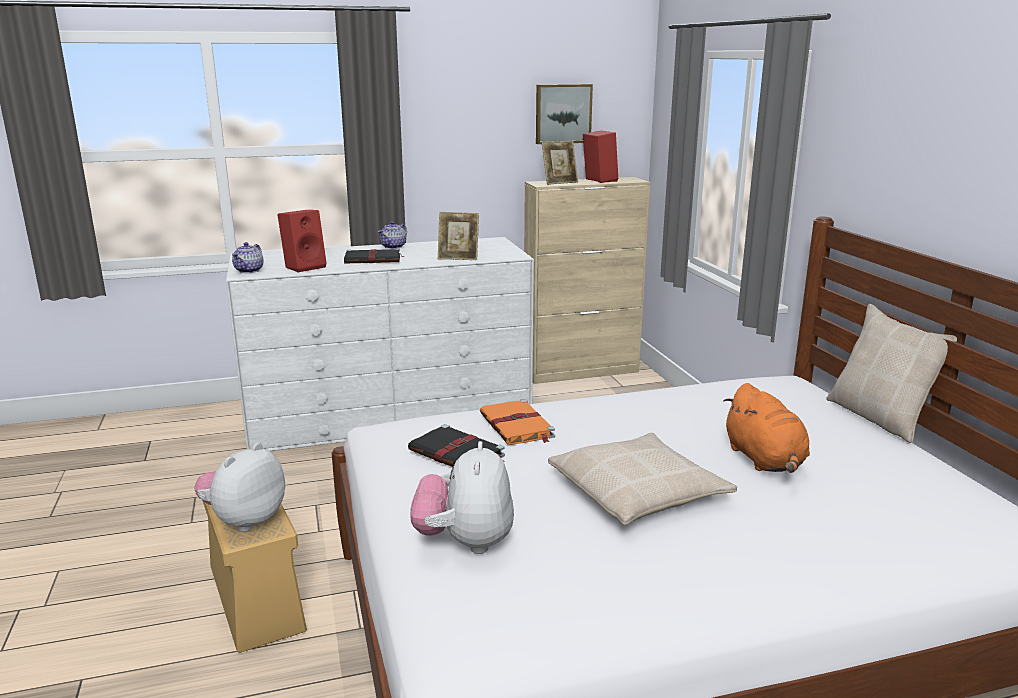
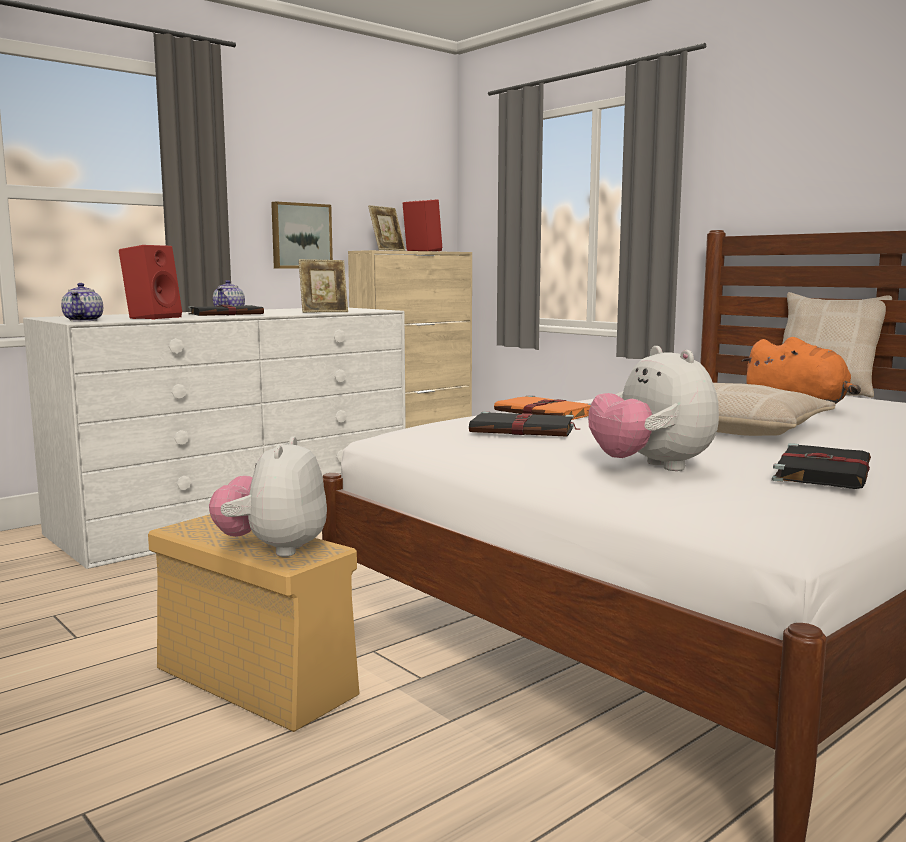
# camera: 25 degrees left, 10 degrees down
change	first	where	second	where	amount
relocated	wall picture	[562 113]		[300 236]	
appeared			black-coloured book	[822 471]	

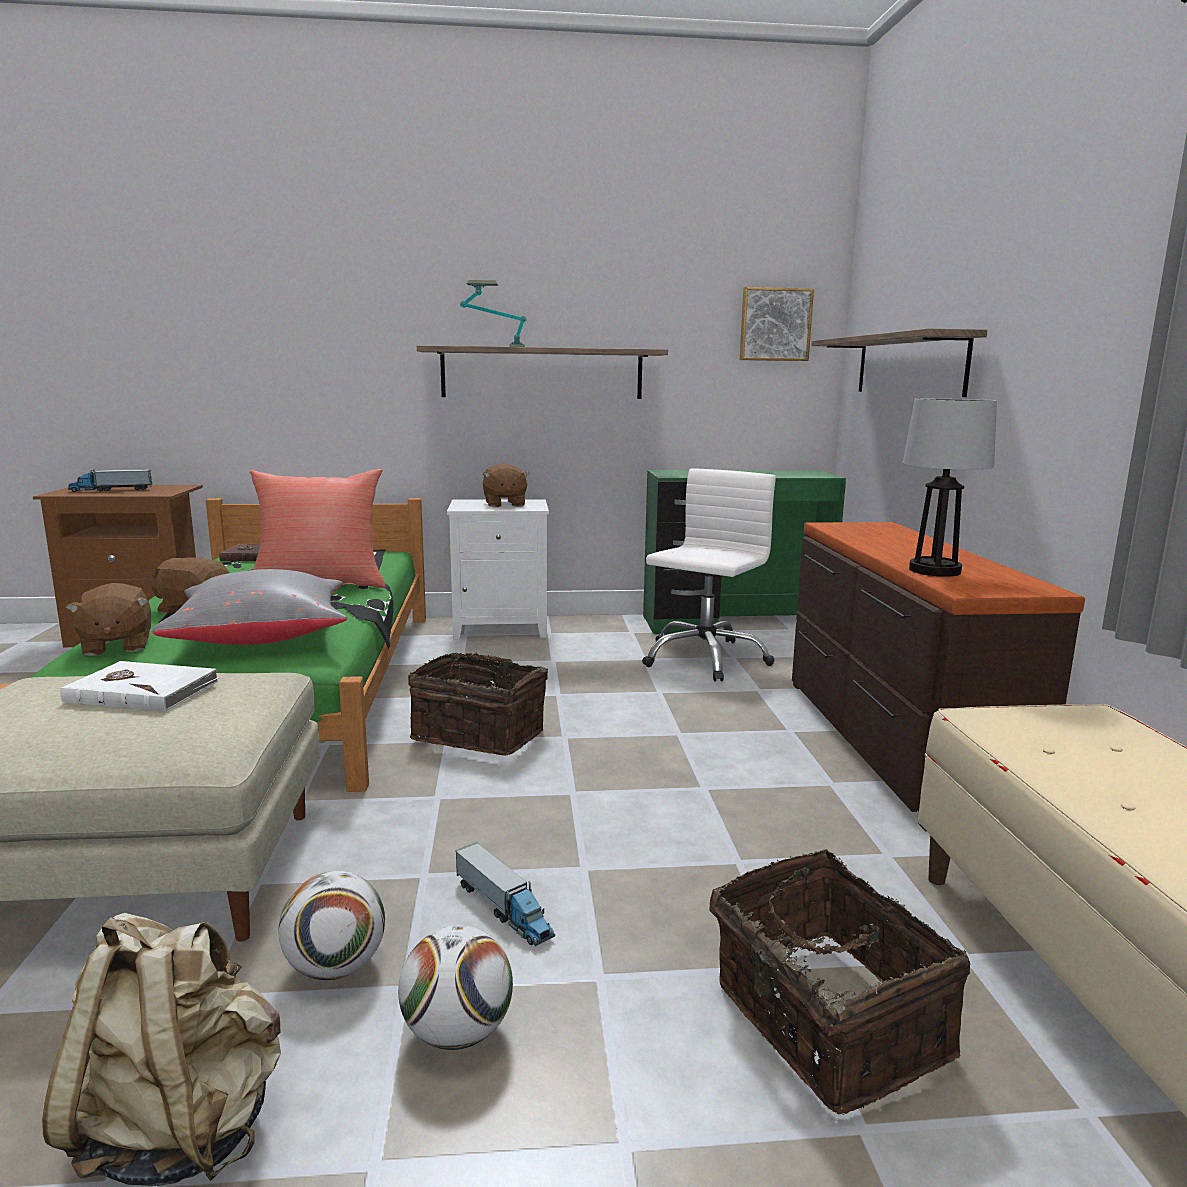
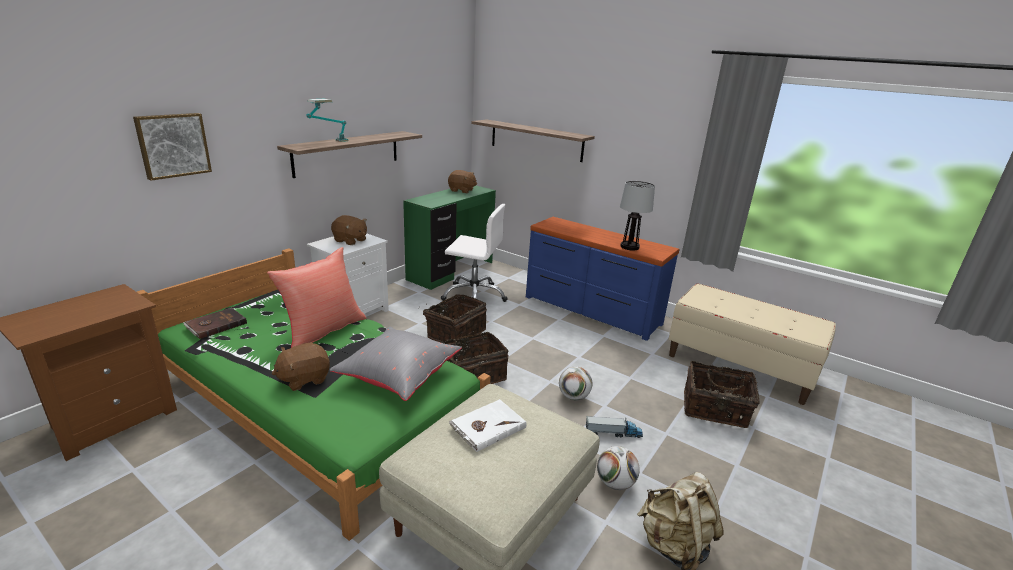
# camera: 50 degrees left, 10 degrees up
change	first	where	second	where	amount
relocated	brownish plush toy	[116 646]		[462 190]	
missing	model truck	[111 490]			
relocated	football ball	[457 1033]		[573 397]	
spun	white-coloured computer chair	[704 658]		[474 296]	120 degrees clockwise
relocated	wall picture	[775 324]		[173 145]	
colour	brownish drawer chest	[892 743]	bluish drawer chest	[591 311]	
appeared			storage basket	[455 333]	

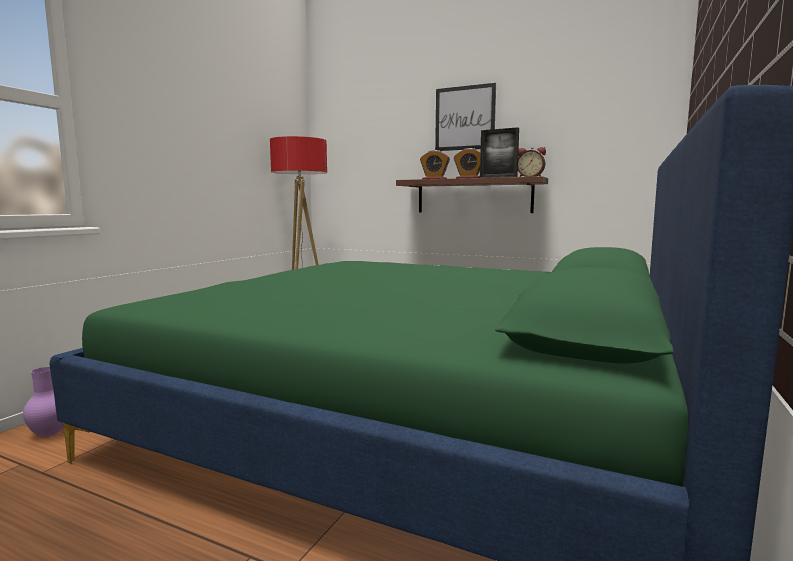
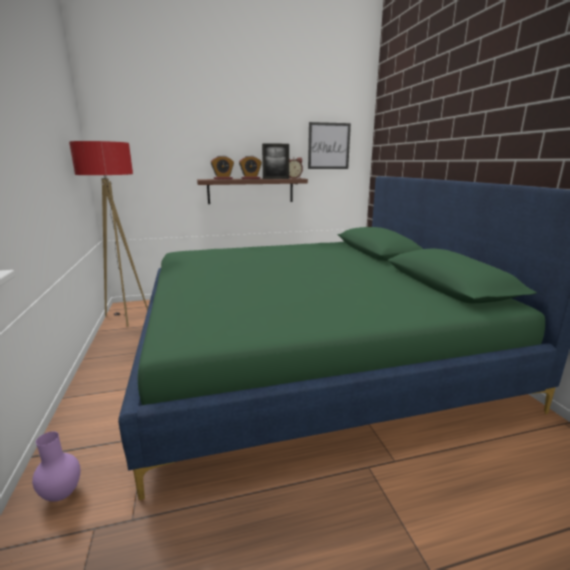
# camera: 40 degrees left, 10 degrees up
change	first	where	second	where	amount
relocated	wall picture	[465 118]		[328 146]	

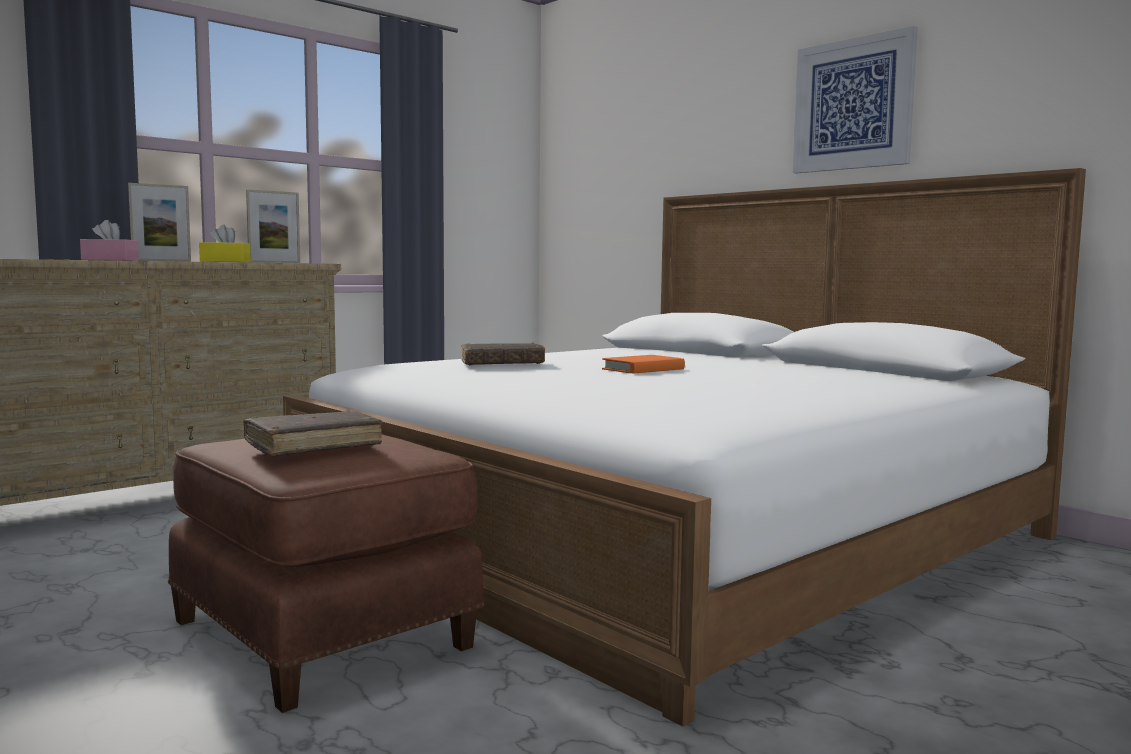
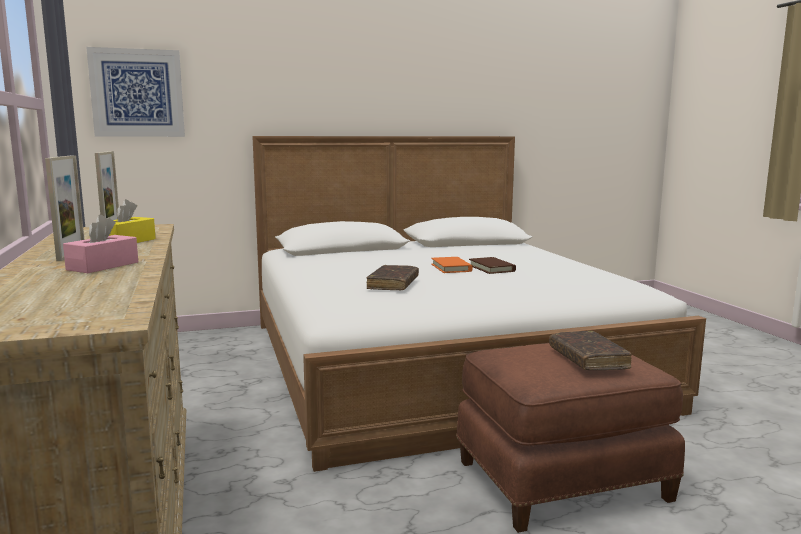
# camera: 65 degrees left, 5 degrees up
change	first	where	second	where	amount
relocated	wall picture	[853 104]		[137 93]	
appeared			brownish book	[491 268]	

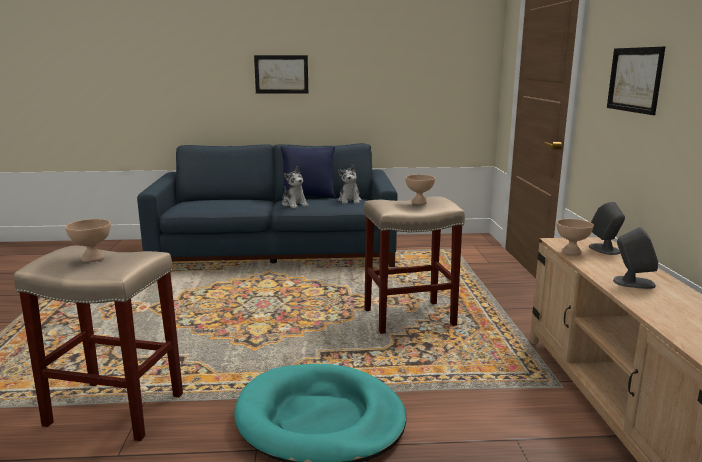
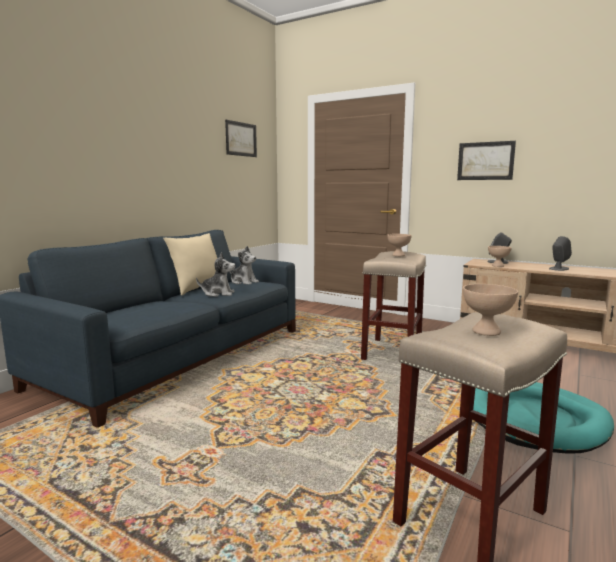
# camera: 55 degrees left, 5 degrees down
change	first	where	second	where	amount
relocated	wall picture	[281 74]		[241 139]	
colour	bluish pillow	[308 197]	beige-coloured pillow	[197 289]	

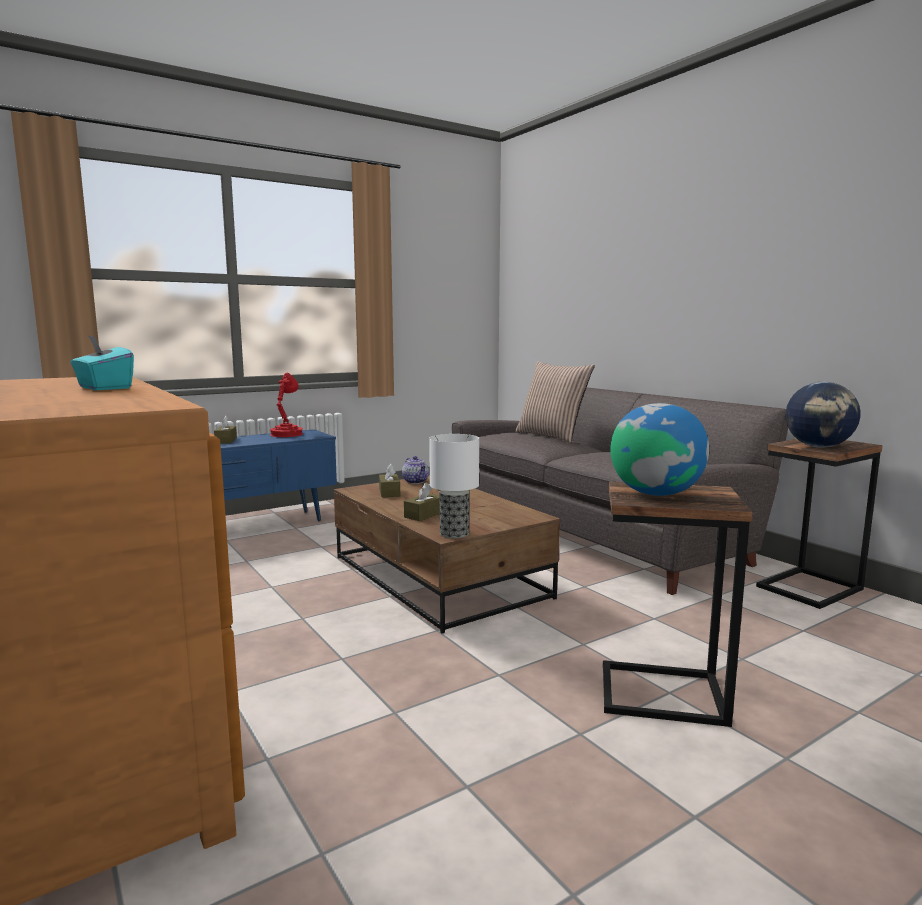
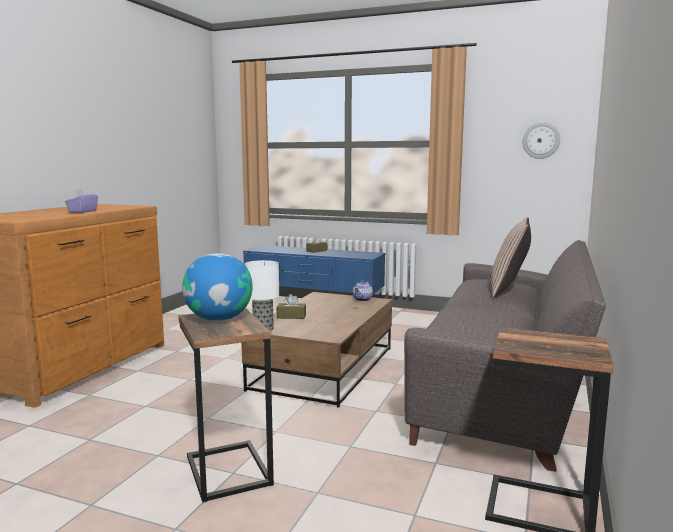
# camera: 55 degrees right, 0 degrees up
change	first	where	second	where	amount
colour	turquoise tissue box	[104 388]	purple-coloured tissue box	[82 211]	
missing	red-coloured tabletop lamp	[287 434]			
missing	brownish tissue box	[389 492]			
missing	world globe	[819 447]			
appeared			clock on the wall	[541 140]	

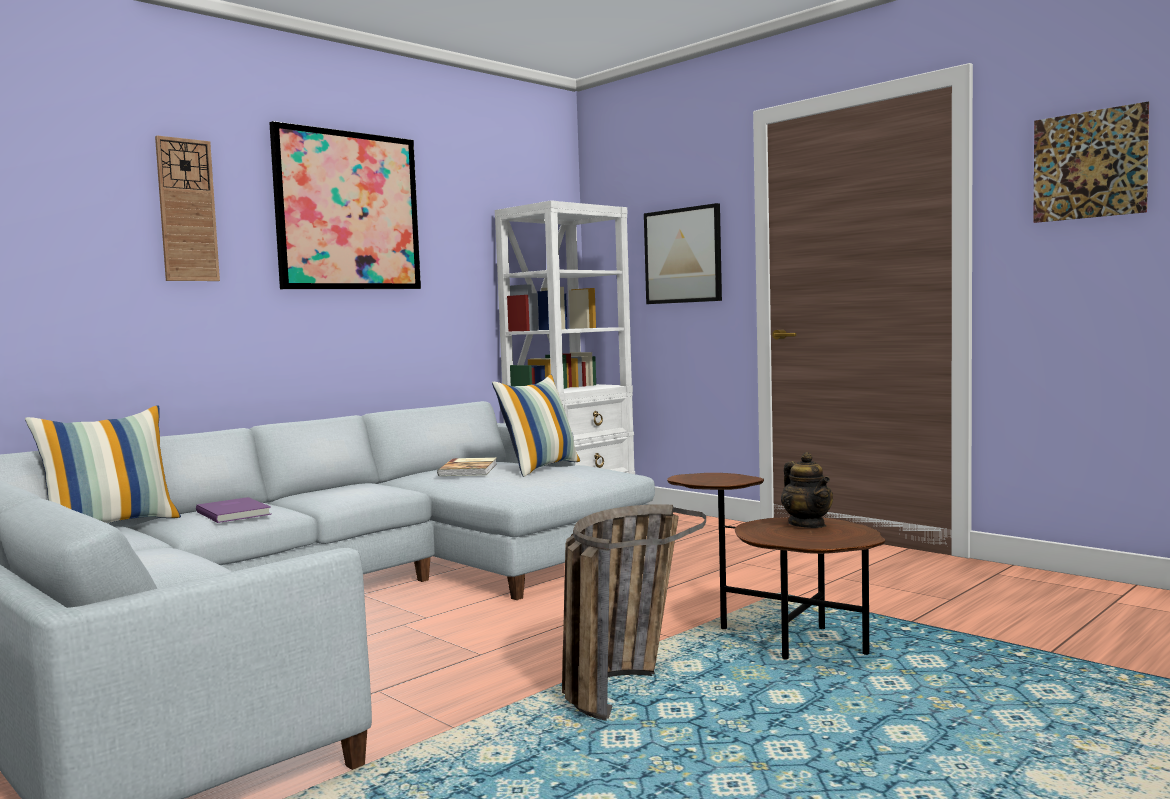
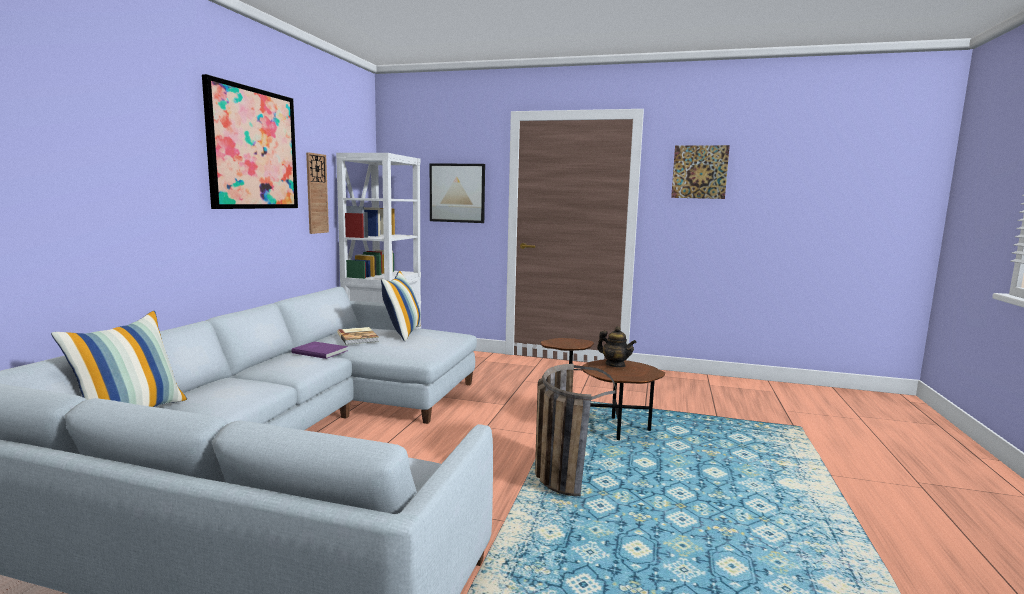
# camera: 30 degrees left, 5 degrees up
change	first	where	second	where	amount
relocated	clock on the wall	[187 210]		[316 193]	
relocated	purple-coloured book	[235 512]		[320 351]	

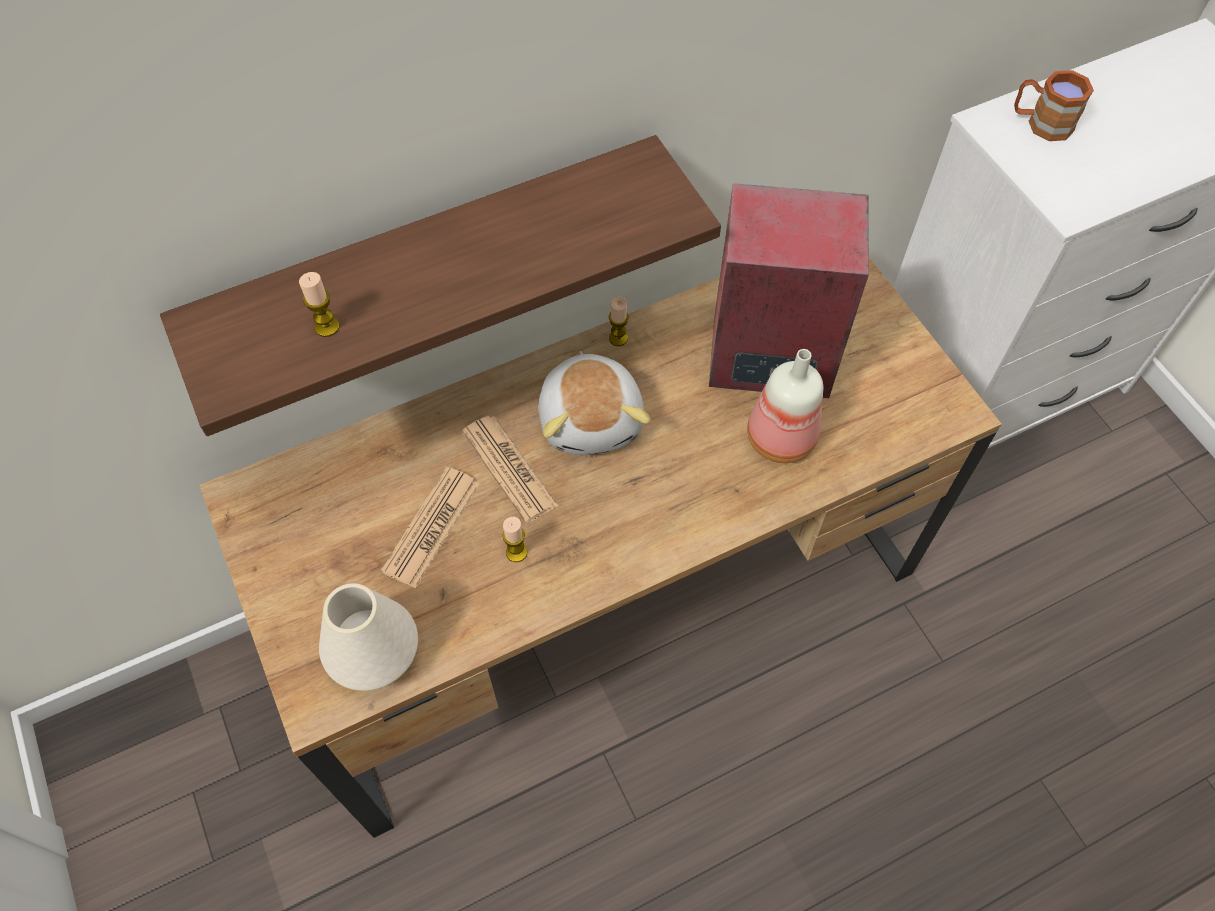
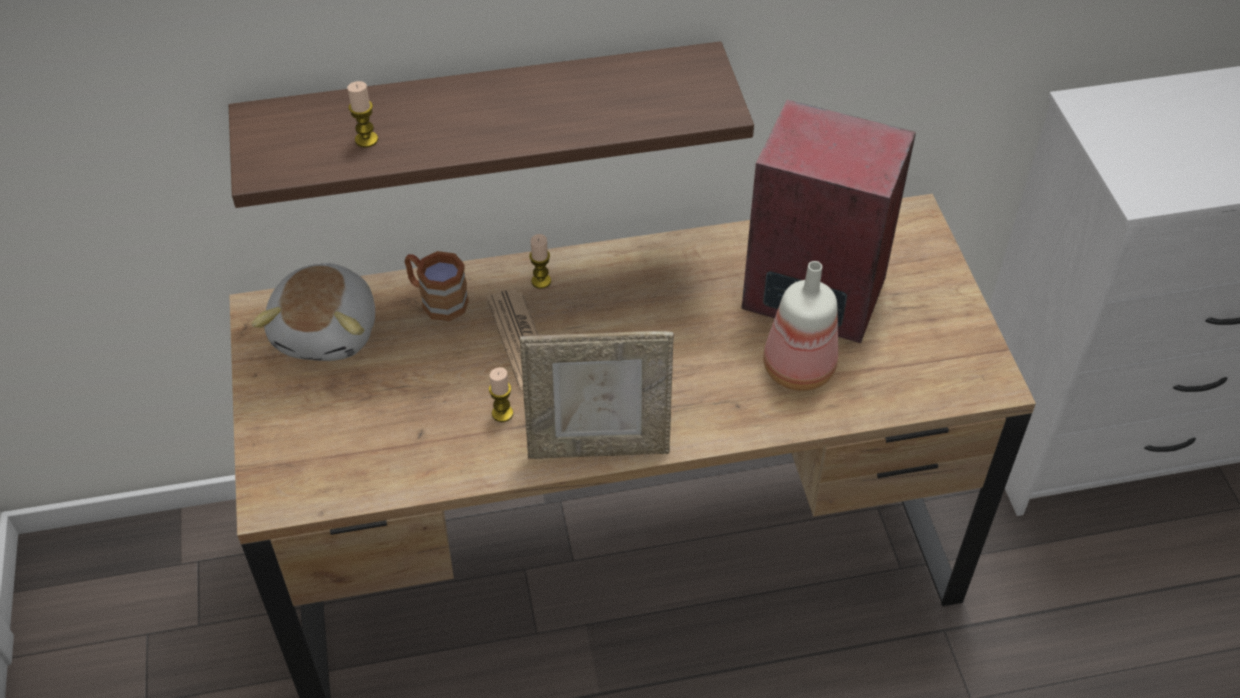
# camera: 15 degrees right, 10 degrees down
change	first	where	second	where	amount
missing	white-coloured vase	[375 655]			
missing	daily paper	[431 527]			
relocated	plush toy	[592 419]		[328 331]	
relocated	candle	[618 338]		[541 281]	
relocated	brownish mug	[1040 123]		[437 299]	
appeared			photo frame	[598 446]	

